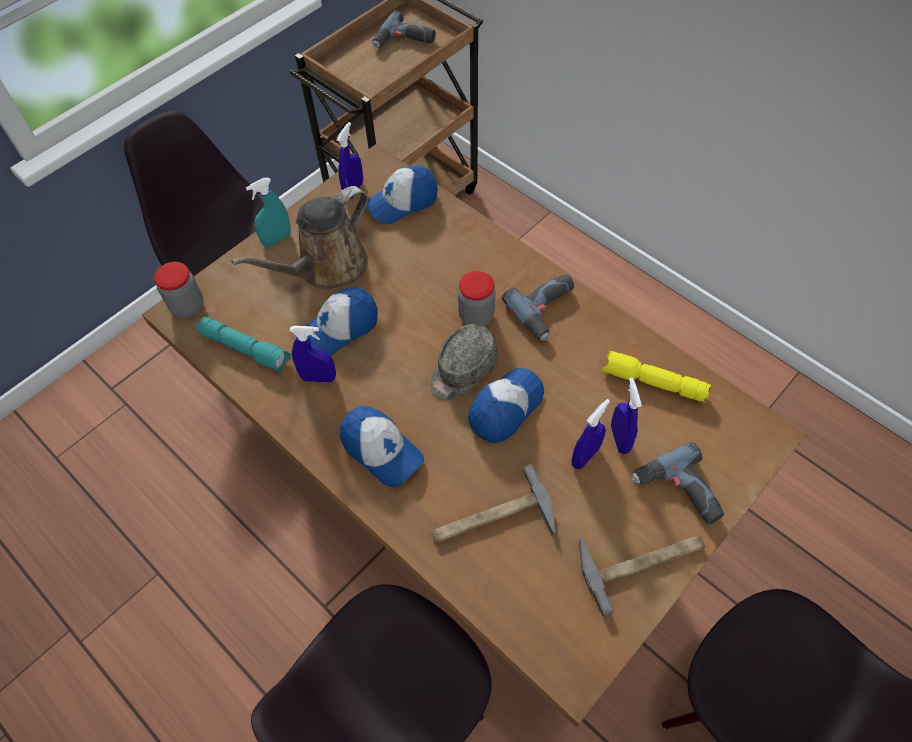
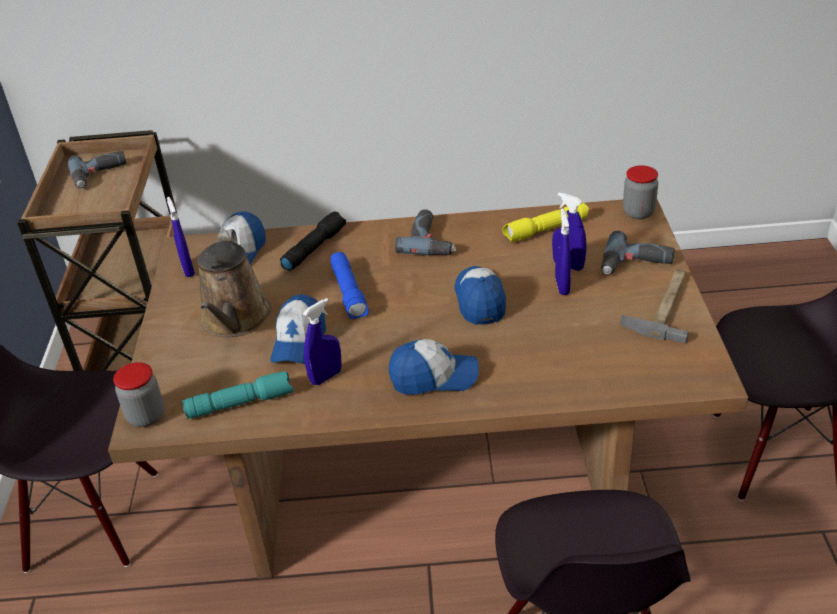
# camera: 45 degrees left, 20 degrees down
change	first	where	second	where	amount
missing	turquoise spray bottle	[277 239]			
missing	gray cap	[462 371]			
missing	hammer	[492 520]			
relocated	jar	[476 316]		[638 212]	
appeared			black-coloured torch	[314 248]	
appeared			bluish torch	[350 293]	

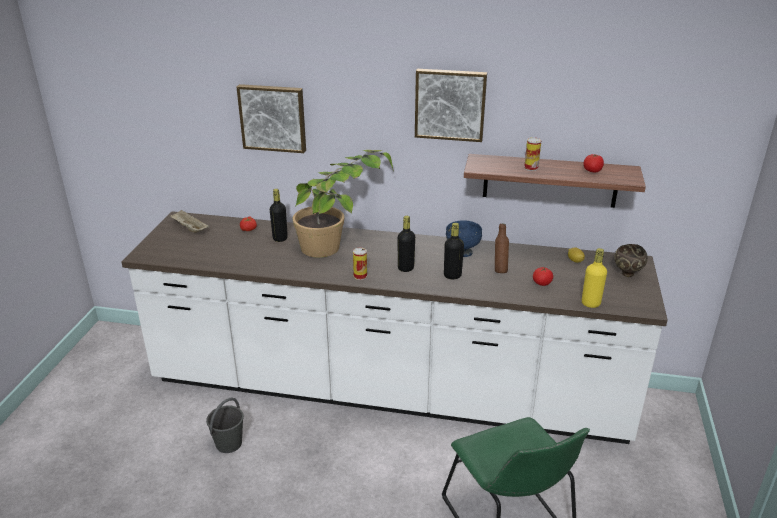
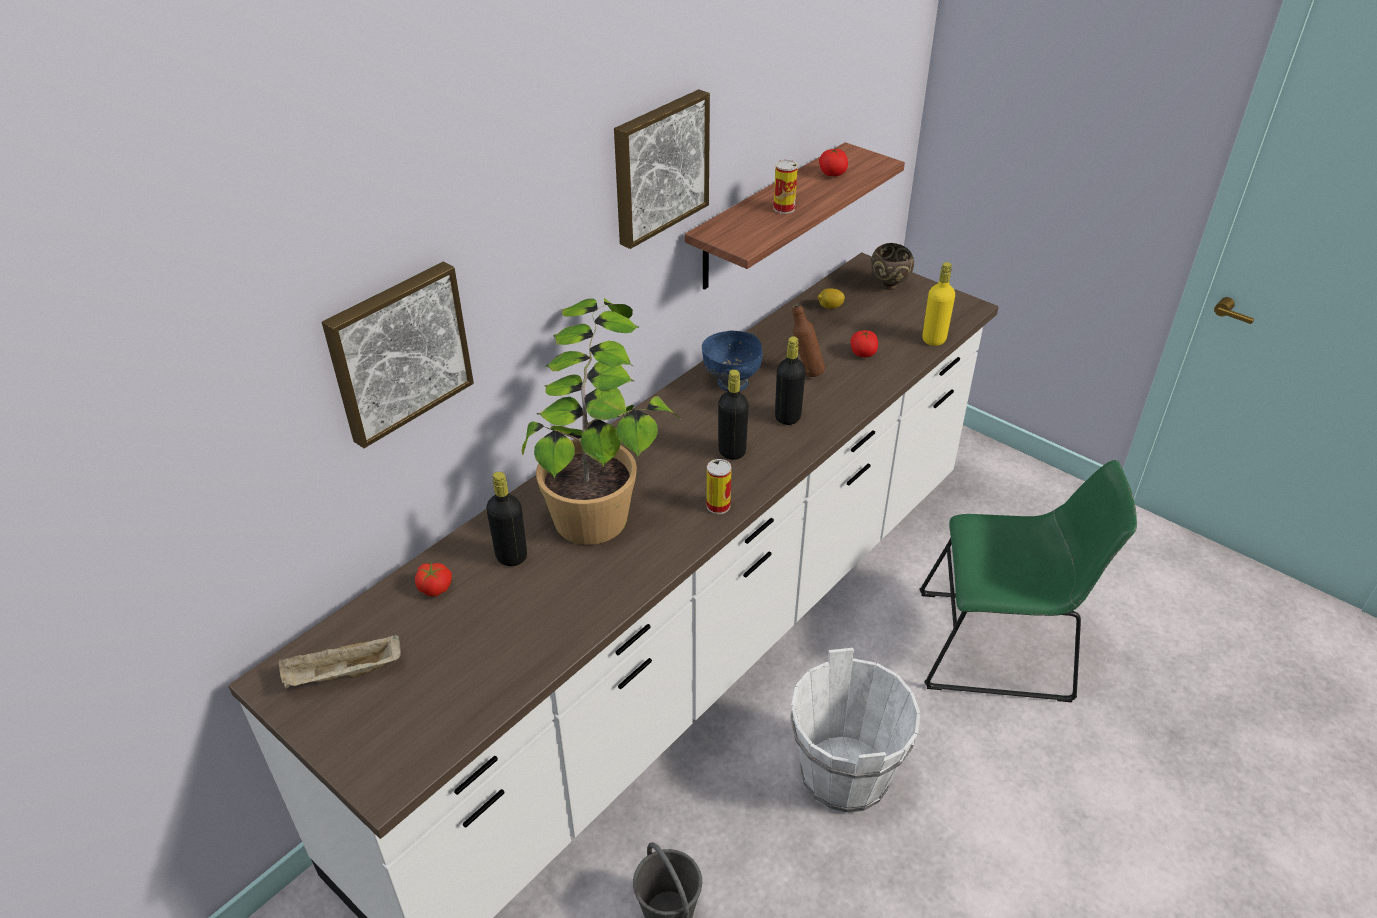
# camera: 60 degrees left, 10 degrees up
change	first	where	second	where	amount
appeared			white-coloured pail	[845 776]	

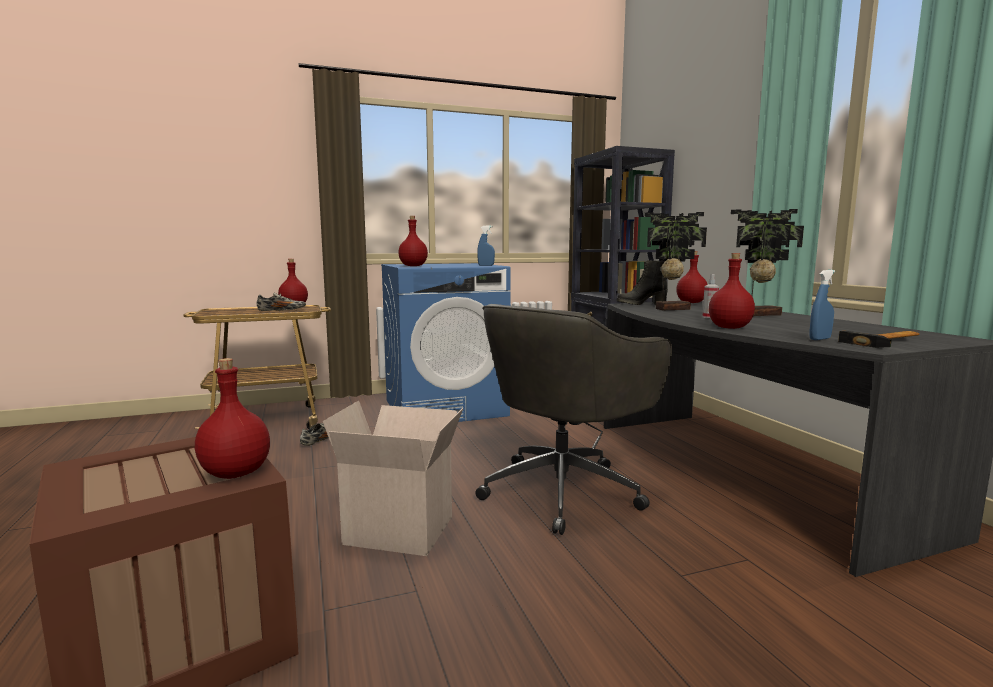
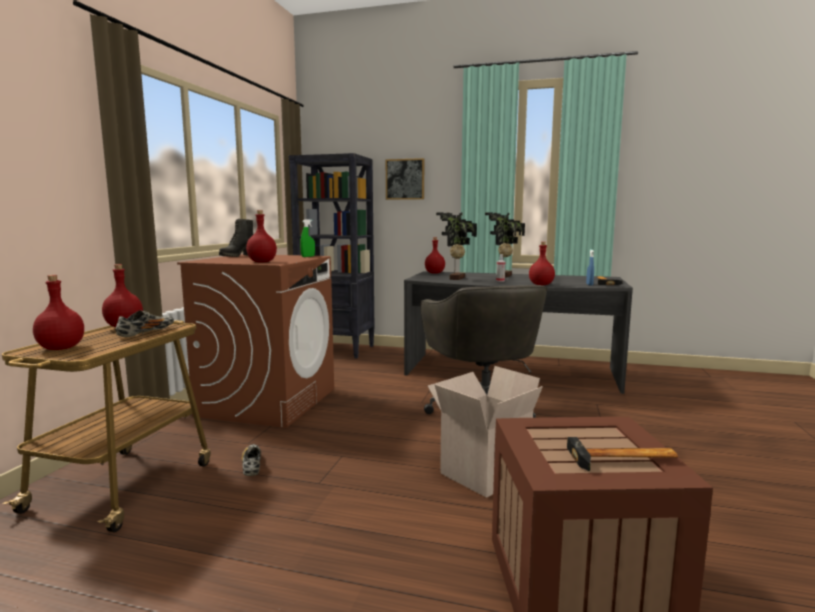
# camera: 55 degrees left, 0 degrees up
change	first	where	second	where	amount
relocated	red-coloured bottle	[235 472]		[60 348]	
colour	bluish laundry machine	[445 407]	brownish laundry machine	[268 401]	
colour	bluish spray bottle	[486 265]	green-coloured spray bottle	[308 256]	
relocated	black-coloured tall boot	[641 304]		[237 256]	
appeared			wall picture	[405 179]	
appeared			hammer	[624 460]	

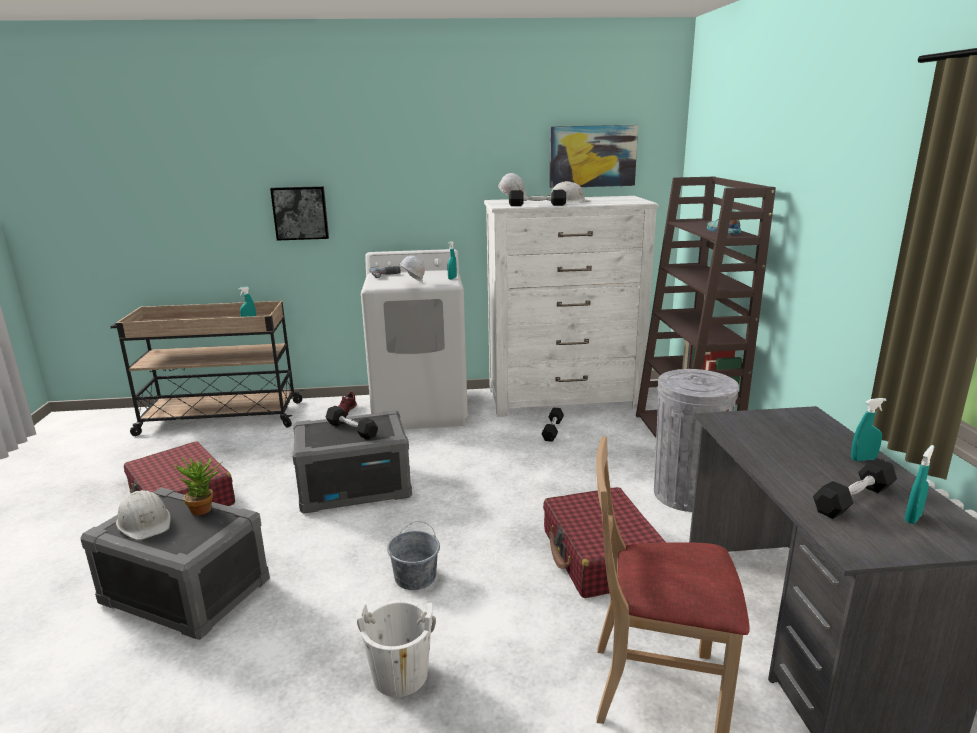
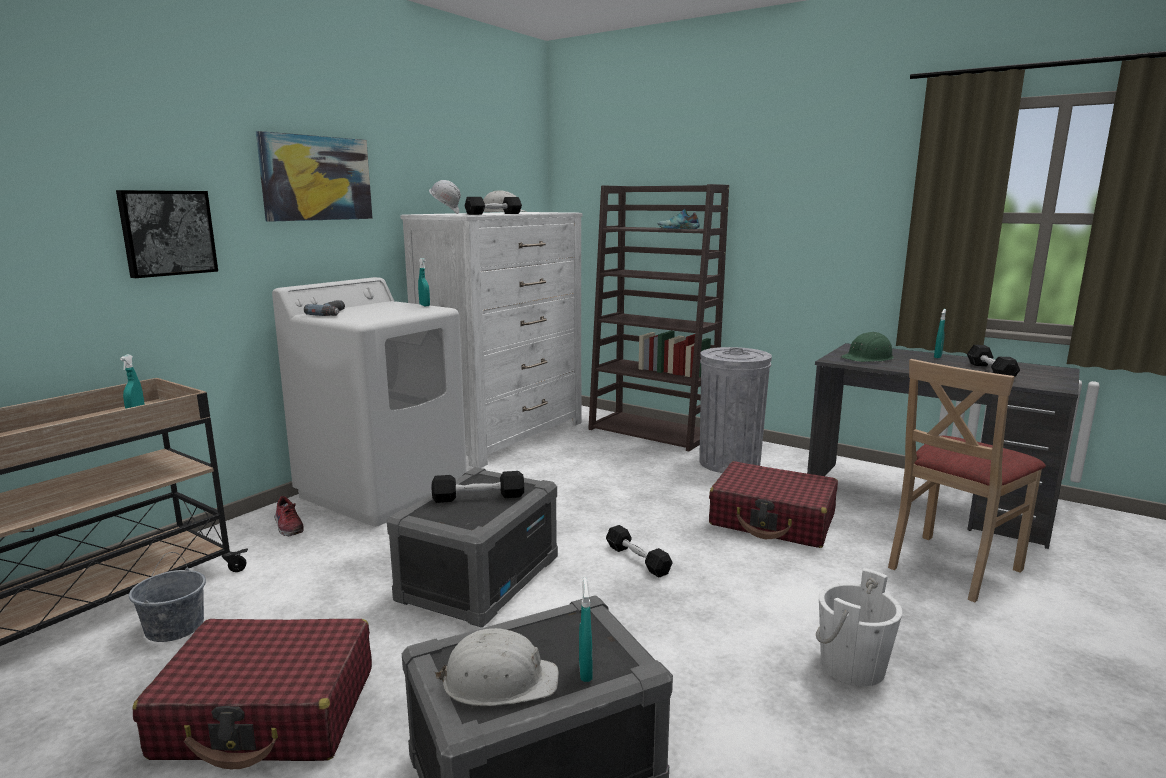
# camera: 50 degrees left, 5 degrees down
change	first	where	second	where	amount
missing	houseplant	[205 509]			
relocated	gray pail	[416 577]		[175 627]	
missing	white-coloured work helmet	[412 284]			
relocated	black-coloured hand weight	[552 430]		[637 559]	
relocated	wall picture	[592 156]		[316 178]	
relocated	turquoise spray bottle	[913 518]		[585 671]	
appeared			green-coloured work helmet	[868 358]	

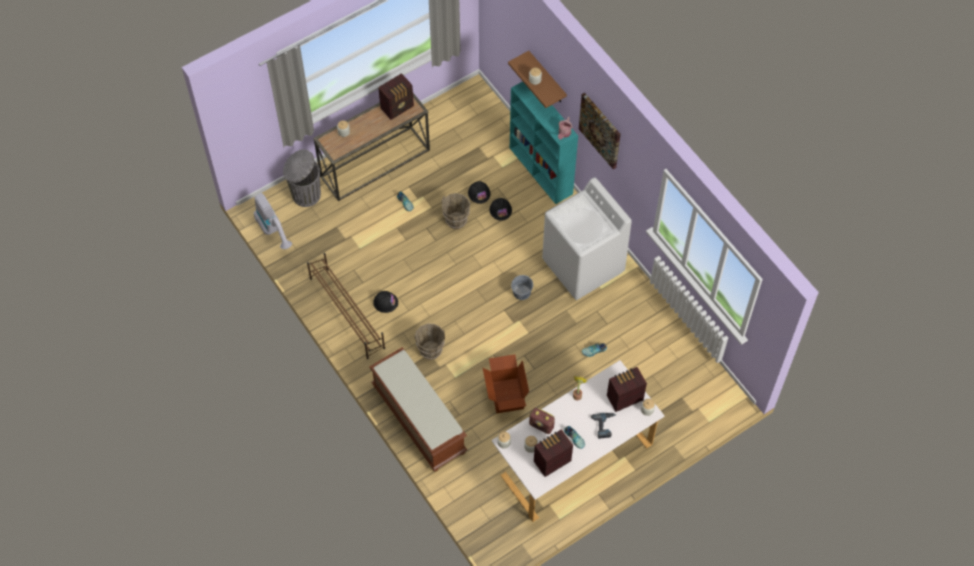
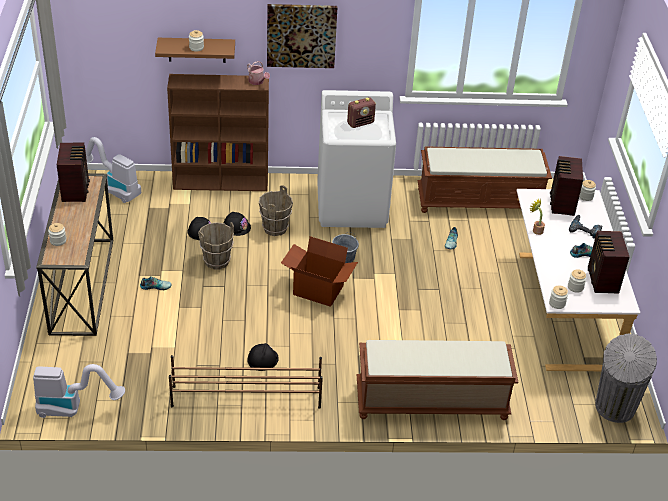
# camera: 60 degrees left, 20 degrees down
change	first	where	second	where	amount
relocated	gray trash can	[305 195]		[614 408]	
relocated	brownish pail	[430 350]		[275 228]	
relocated	carton	[506 396]		[317 291]	
colour	turquoise bookshelf	[541 171]	brownish bookshelf	[222 182]	
relocated	radio set	[541 426]		[360 123]	
appeared			vacuum	[114 188]	
appeared			brownish long seat	[480 201]	

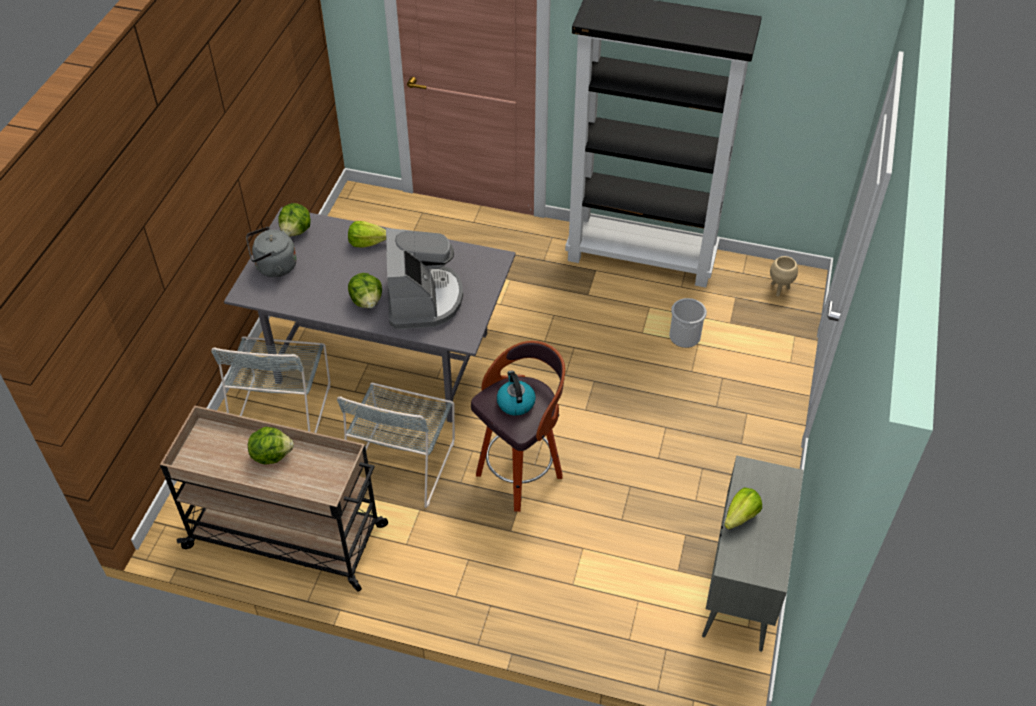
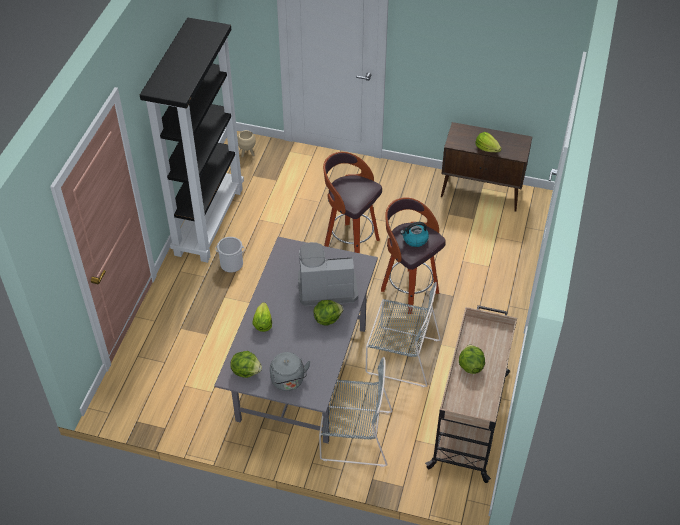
# camera: 90 degrees left, 0 degrees up
change	first	where	second	where	amount
relocated	pail	[685 337]		[232 264]	
colour	gray storage cabinet	[741 587]	brownish storage cabinet	[482 193]	
appeared			sitting stool	[350 242]	

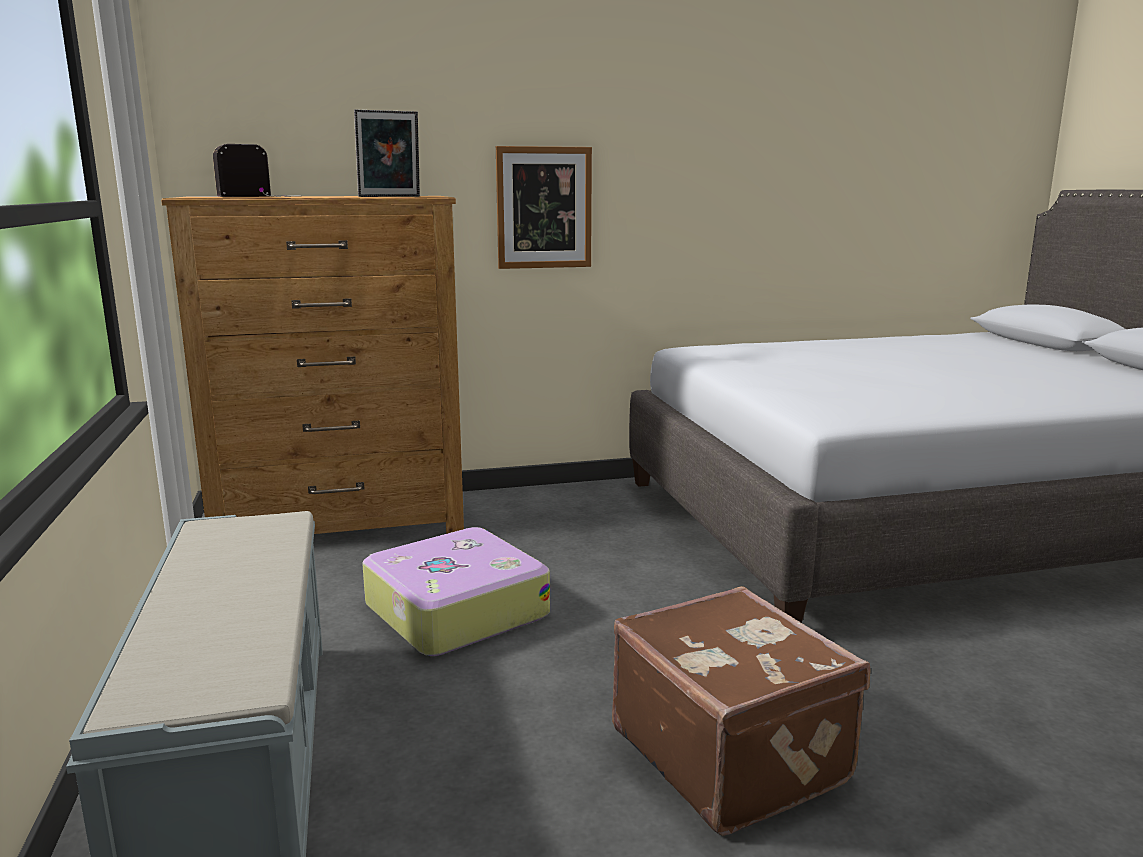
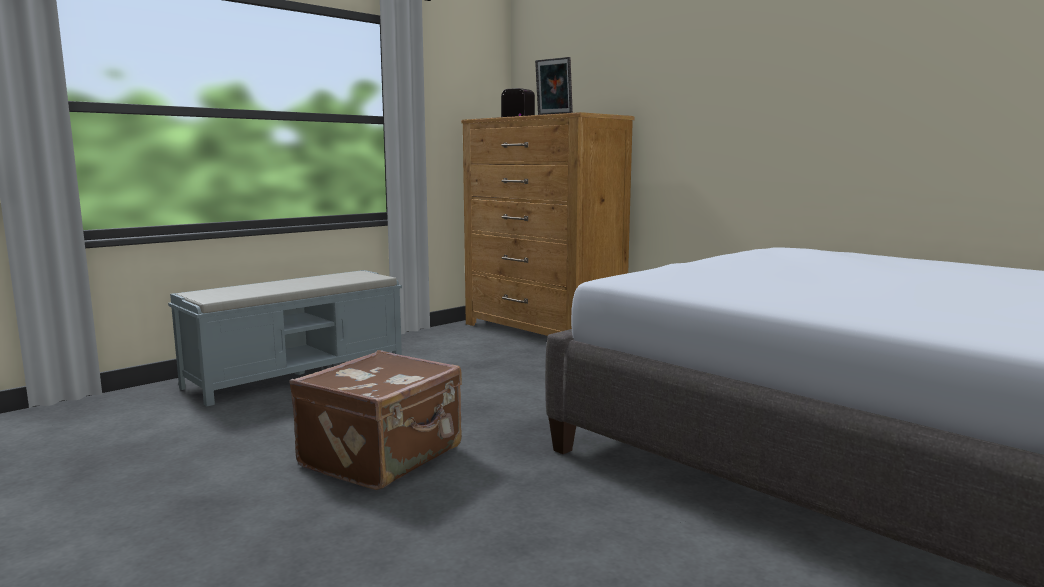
# camera: 60 degrees right, 5 degrees down
change	first	where	second	where	amount
missing	piece of luggage	[454 610]			
missing	wall picture	[544 208]			

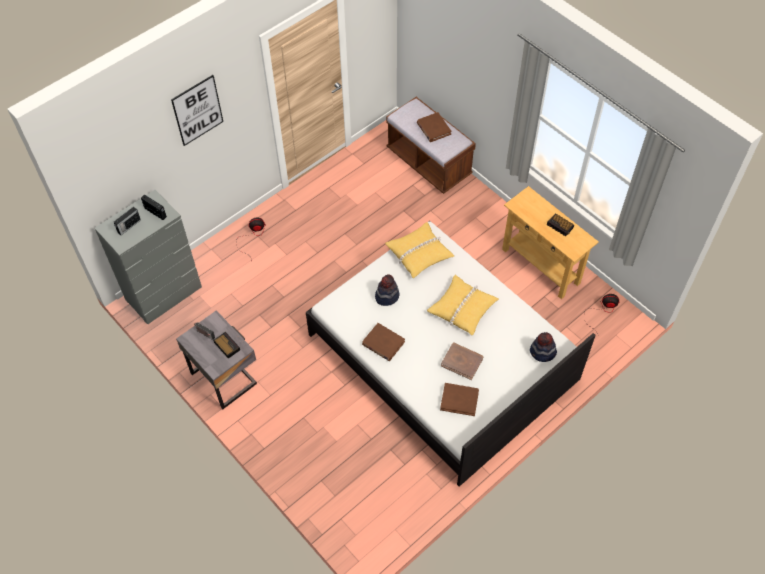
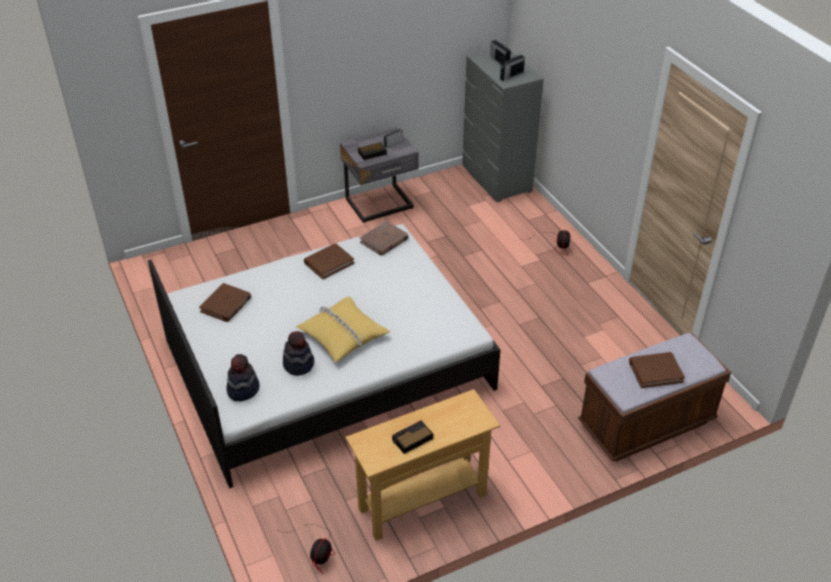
# camera: 105 degrees right, 15 degrees down
change	first	where	second	where	amount
missing	wall picture	[197 110]			
relocated	clothing hat	[386 296]		[299 364]	
missing	yellow pillow	[419 253]			
relocated	brownish book	[462 362]		[384 240]	

